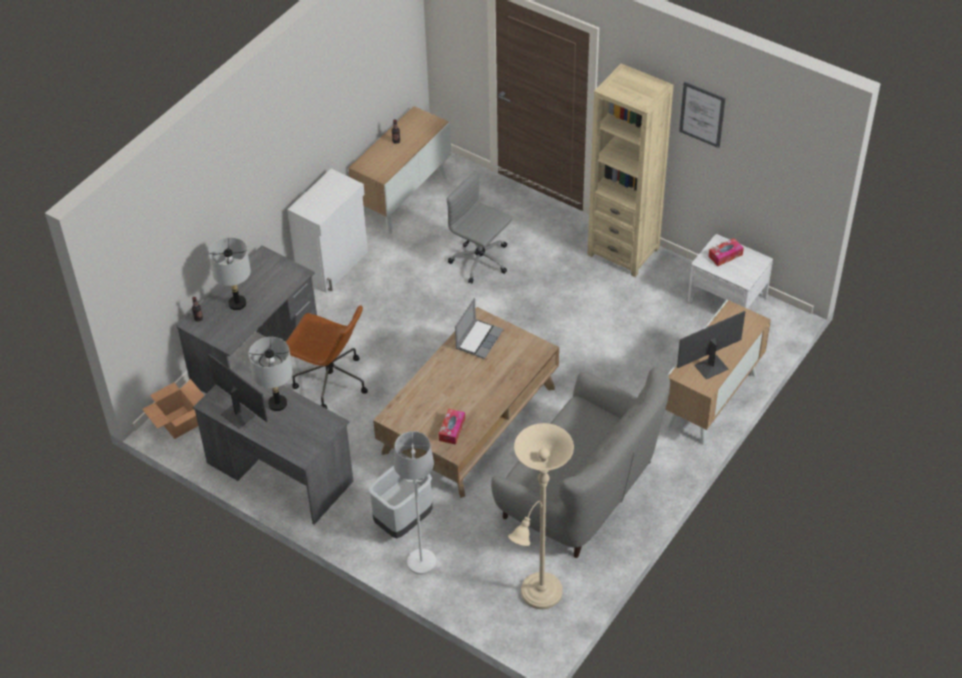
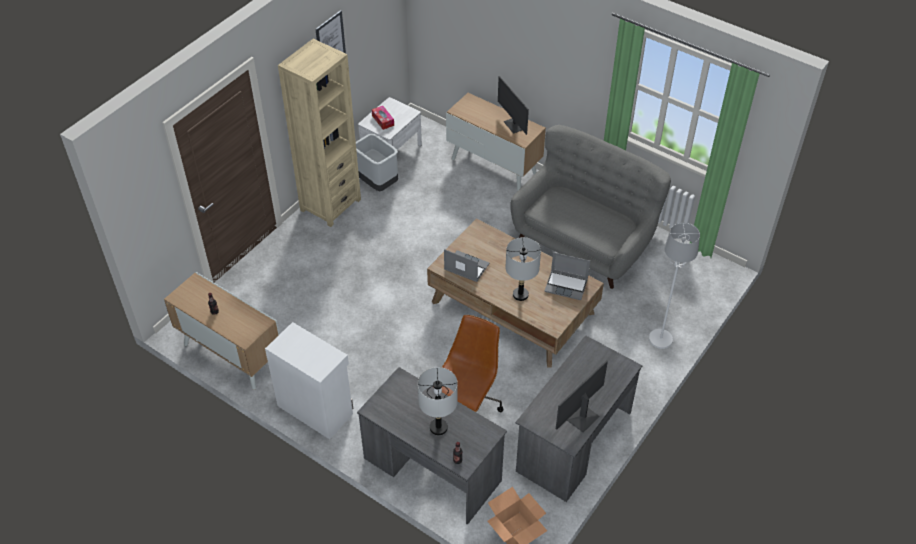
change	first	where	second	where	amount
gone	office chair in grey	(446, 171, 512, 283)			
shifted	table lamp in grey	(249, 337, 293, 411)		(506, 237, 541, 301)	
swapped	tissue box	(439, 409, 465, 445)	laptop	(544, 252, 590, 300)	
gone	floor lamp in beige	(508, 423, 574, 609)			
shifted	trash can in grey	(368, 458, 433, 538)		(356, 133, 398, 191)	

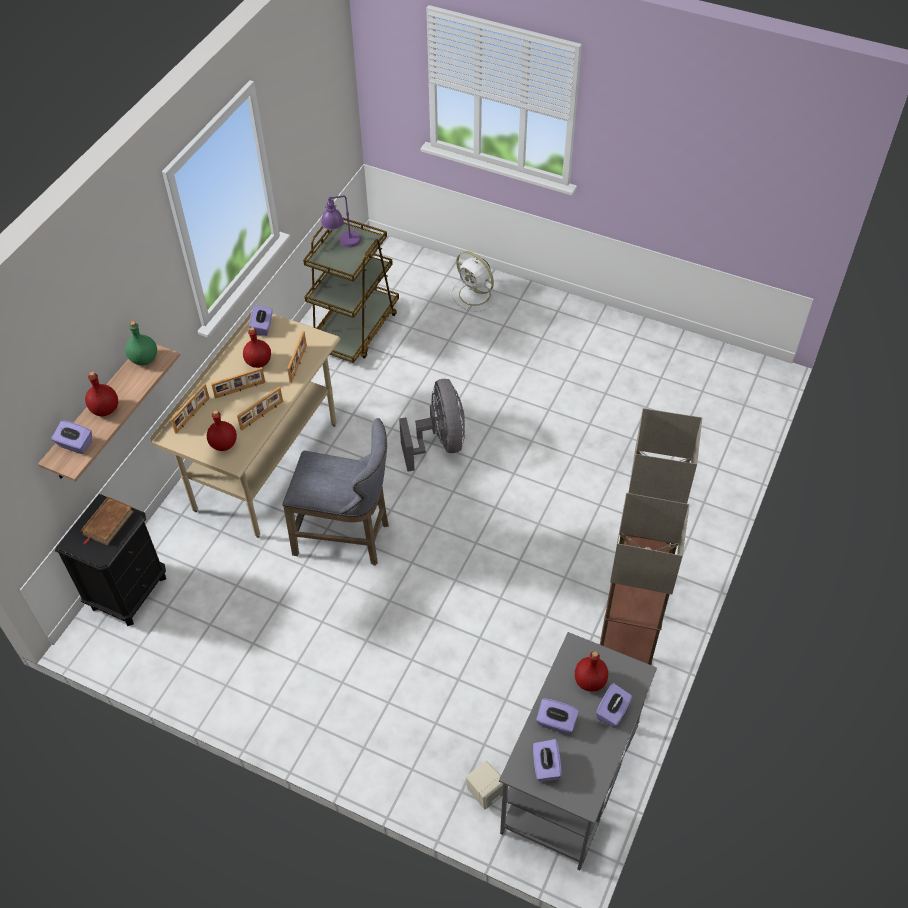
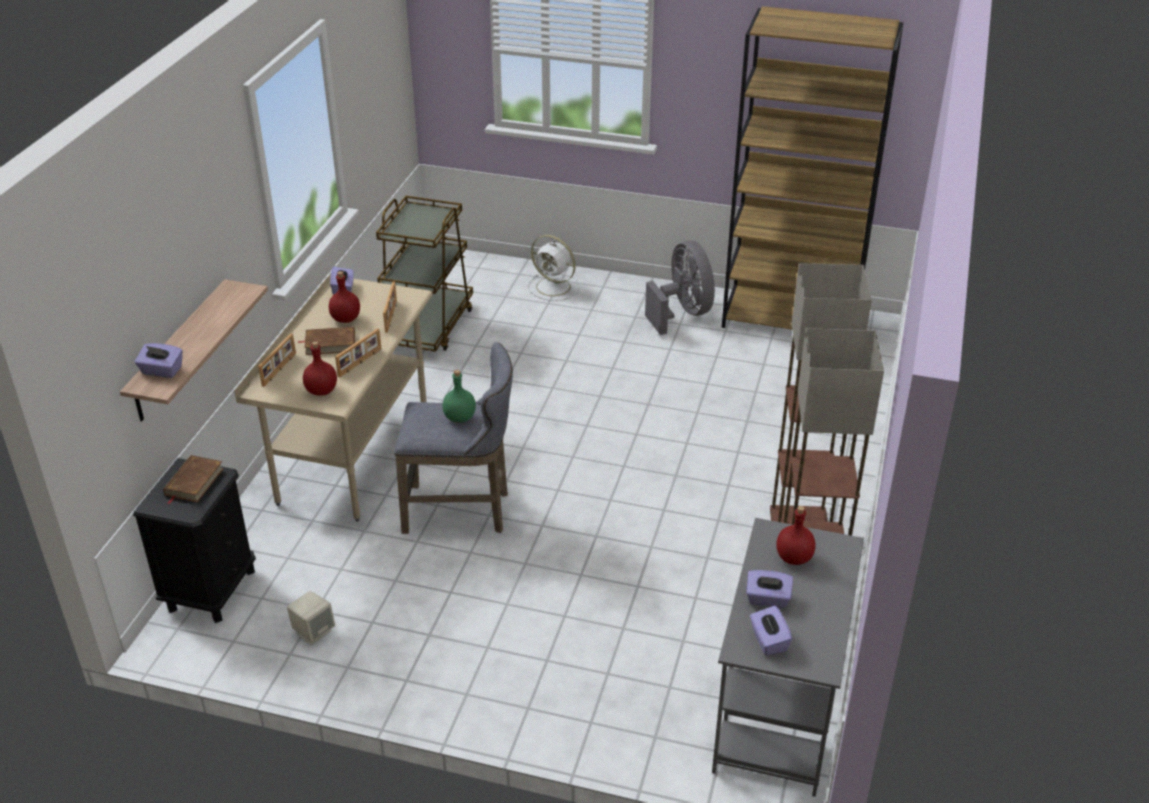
change	first	where	second	where	amount
gone	table lamp in purple	(321, 195, 361, 248)			
shifted	bottle in green	(125, 321, 157, 365)		(443, 370, 476, 423)	
swapped	picture frame	(211, 367, 265, 399)	book in brown	(297, 327, 355, 355)	
gone	bottle in red	(85, 371, 118, 416)			
shifted	fan in grey	(399, 379, 465, 472)		(645, 241, 715, 335)	
gone	tissue box in purple	(596, 683, 632, 727)			
shifted	speaker in beige	(466, 761, 503, 809)		(287, 591, 335, 645)	
new			bookcase in brown	(722, 6, 903, 330)	

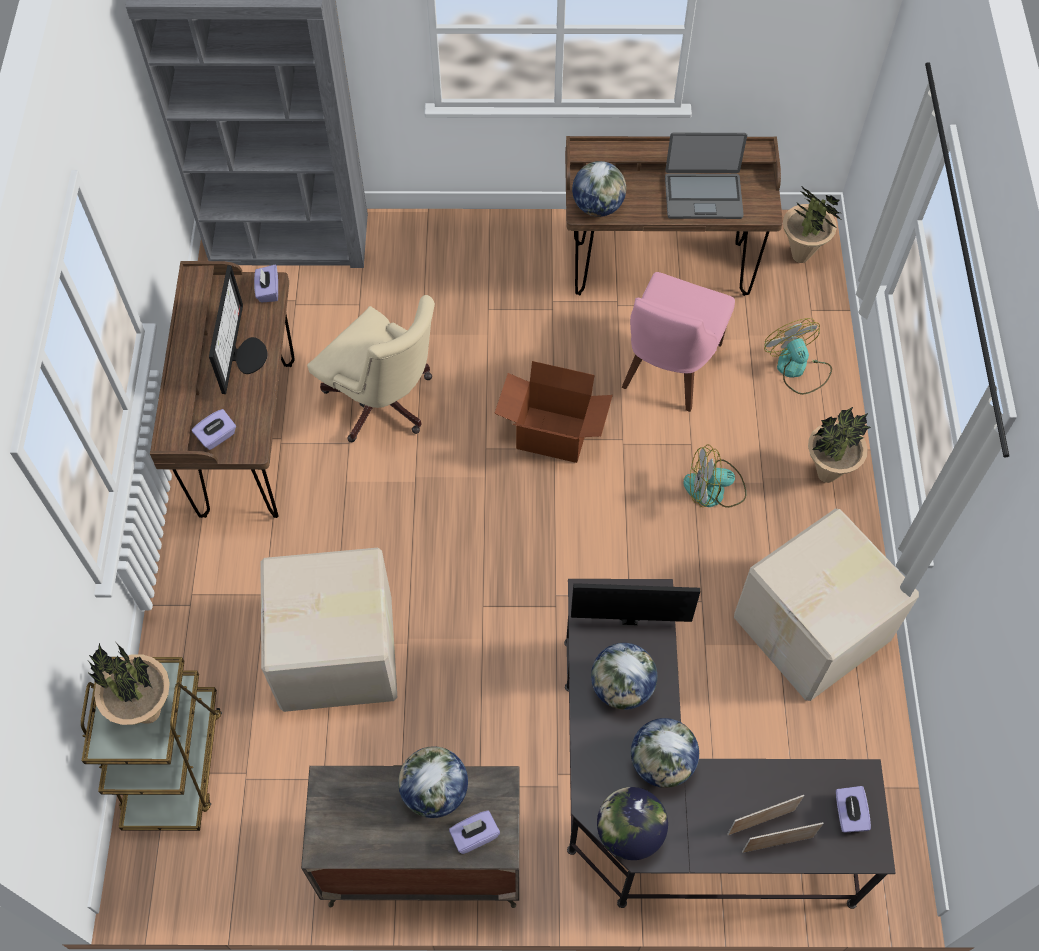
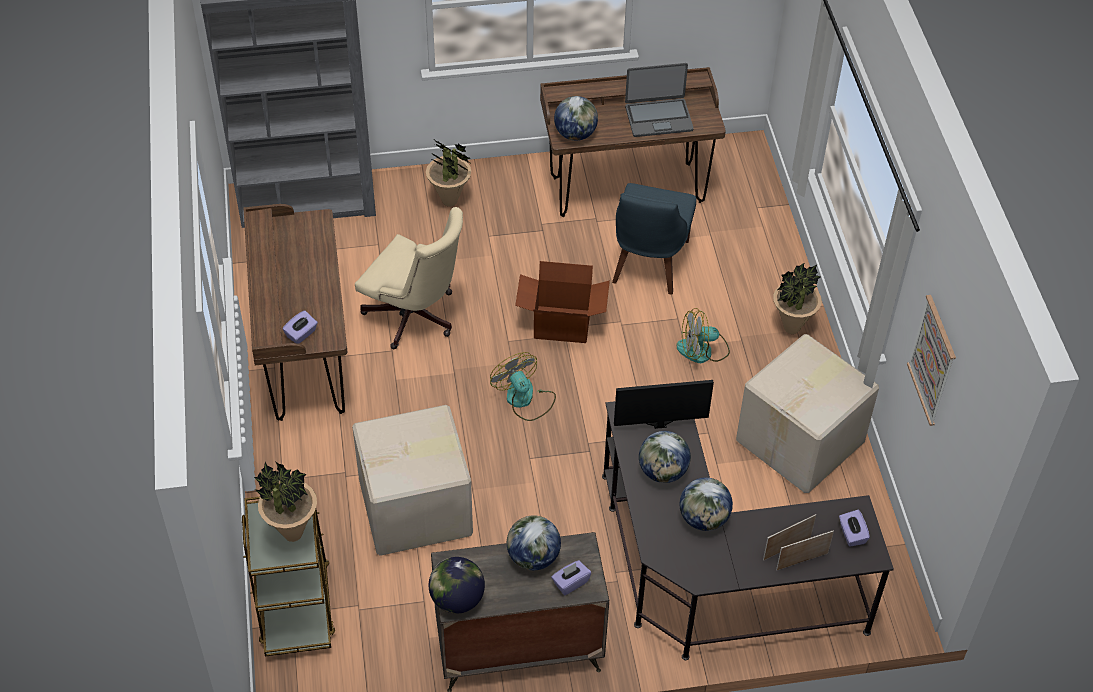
change	first	where	second	where	amount
shifted	potted plant	(783, 187, 843, 263)		(426, 140, 472, 207)	
gone	monitor	(209, 265, 267, 394)			
gone	tissue box in purple	(254, 265, 278, 303)			
repainted	chair in pink	(622, 272, 735, 412)	chair in blue	(612, 183, 696, 295)	
shifted	fan	(764, 318, 832, 395)		(490, 352, 556, 421)	
shifted	globe	(597, 787, 668, 860)		(429, 557, 485, 614)	
new			picture	(907, 295, 956, 426)	

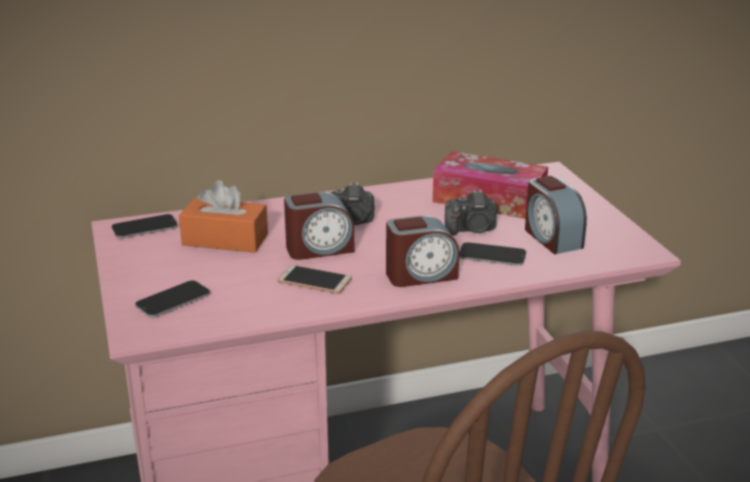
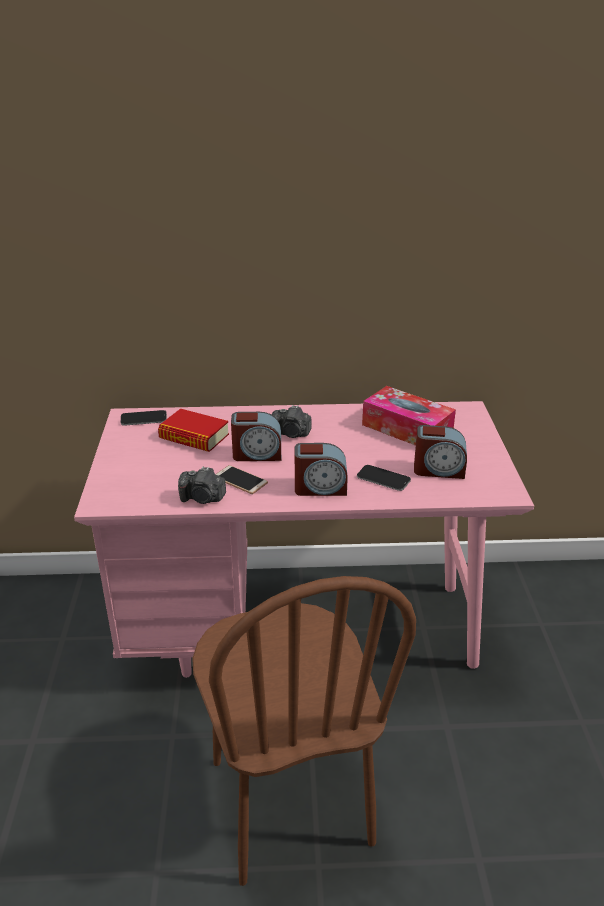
change	first	where	second	where	amount
rotated	alarm clock	(525, 176, 587, 254)		(414, 425, 467, 479)	75 degrees counterclockwise
swapped	tissue box in orange	(179, 180, 268, 253)	book	(158, 409, 229, 452)	
shifted	photo camera	(445, 190, 497, 235)		(178, 467, 226, 504)	
gone	phone	(135, 280, 210, 317)			

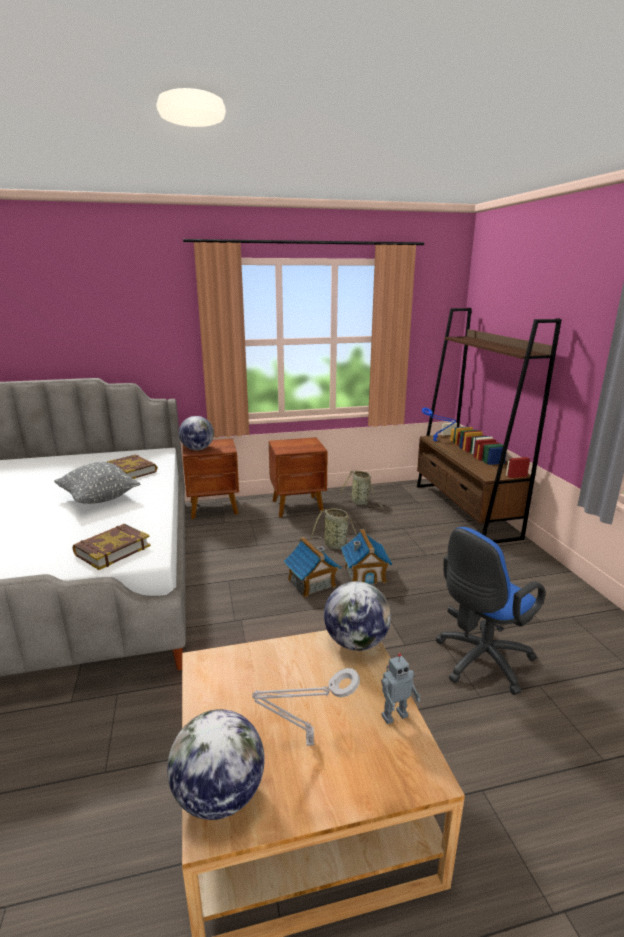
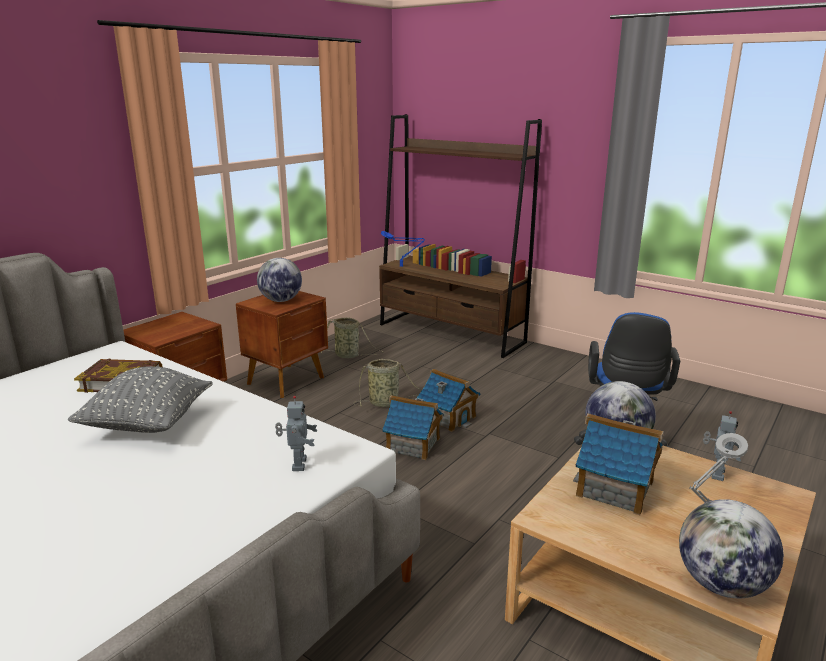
change	first	where	second	where	amount
shifted	globe	(179, 416, 214, 450)		(257, 258, 302, 302)	
swapped	book	(73, 524, 151, 570)	toy robot	(275, 396, 317, 471)	
new			toy house	(573, 413, 664, 515)	

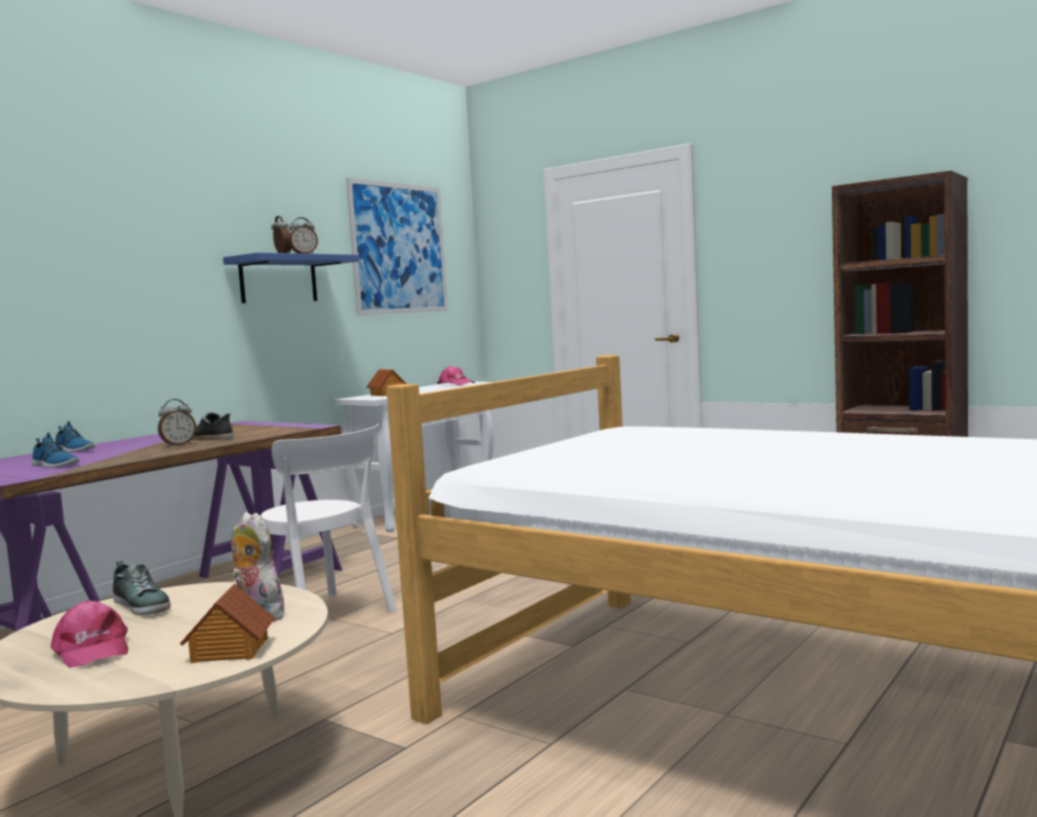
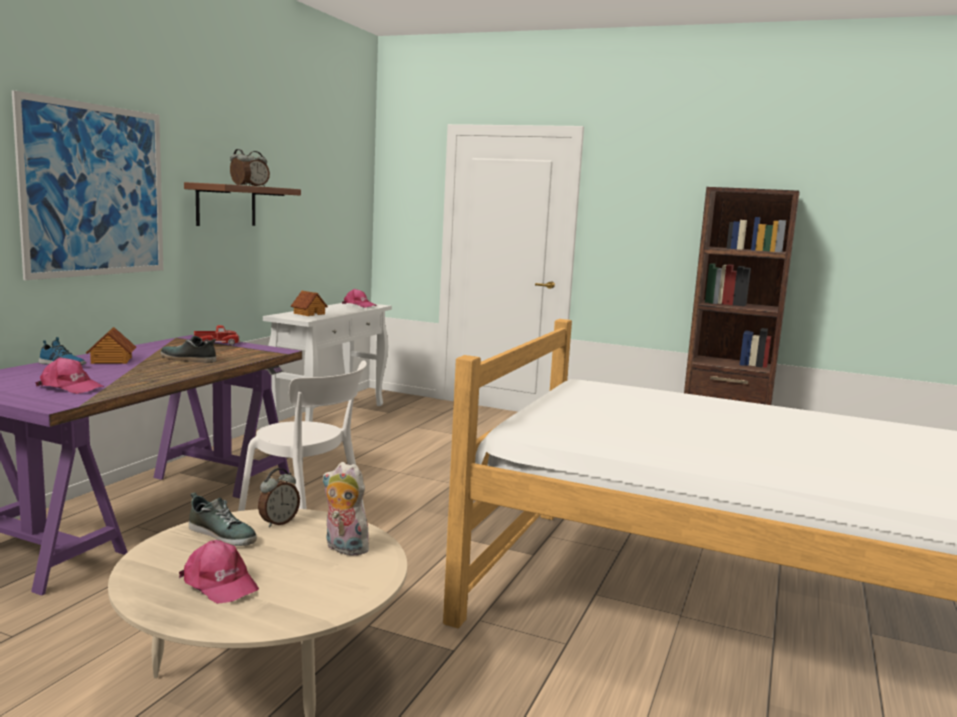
change	first	where	second	where	amount
shifted	picture	(346, 178, 448, 315)		(12, 90, 163, 280)	
repainted	shelf in blue	(223, 252, 359, 303)	shelf in brown	(184, 182, 301, 226)	
shifted	alarm clock	(158, 399, 196, 447)		(258, 468, 300, 527)	
swapped	shoe	(32, 432, 79, 468)	cap in pink	(35, 357, 104, 394)	
shifted	toy house	(180, 584, 275, 663)		(86, 327, 136, 364)	
new			toy truck	(194, 325, 240, 346)	

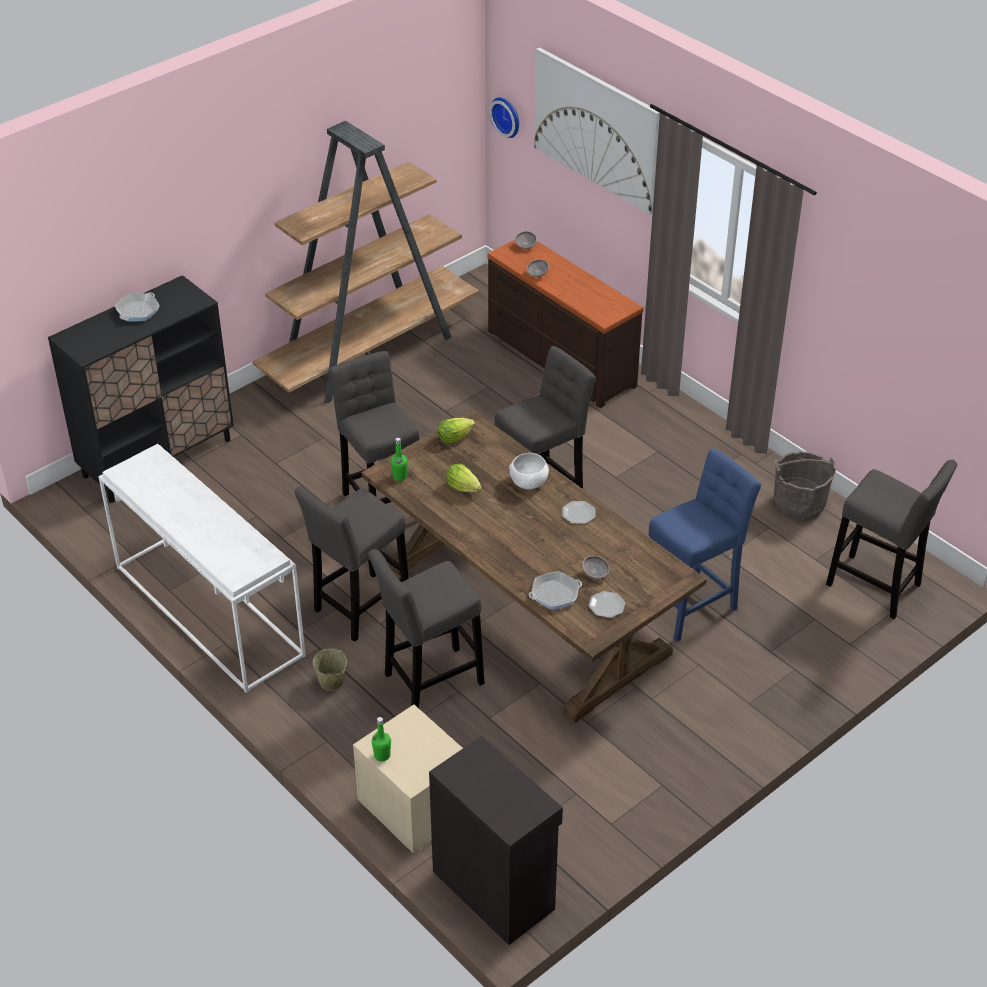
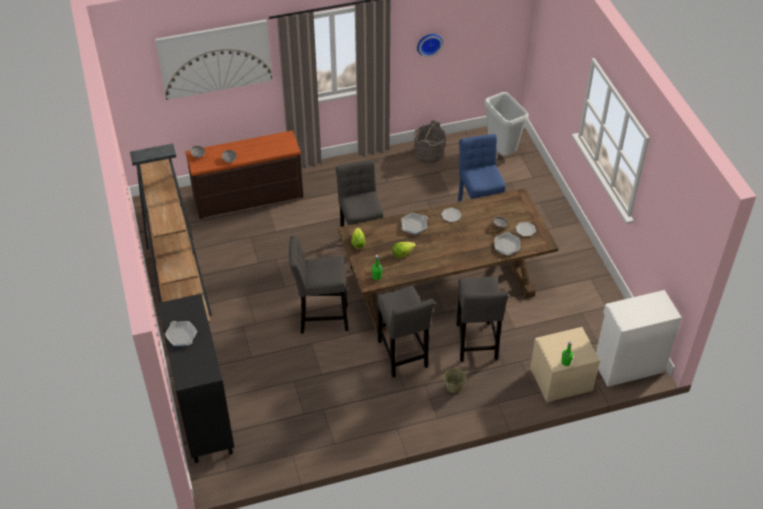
change	first	where	second	where	amount
shifted	wall clock	(489, 98, 519, 138)		(417, 34, 443, 57)	
gone	console table in white	(98, 444, 306, 693)			
swapped	bowl in white	(509, 453, 549, 489)	frying pan	(401, 213, 428, 234)	
swapped	stool in grey	(826, 459, 957, 619)	trash can in grey	(484, 92, 528, 156)	
repainted	cabinet in black	(429, 736, 563, 945)	cabinet in white	(596, 290, 682, 387)	

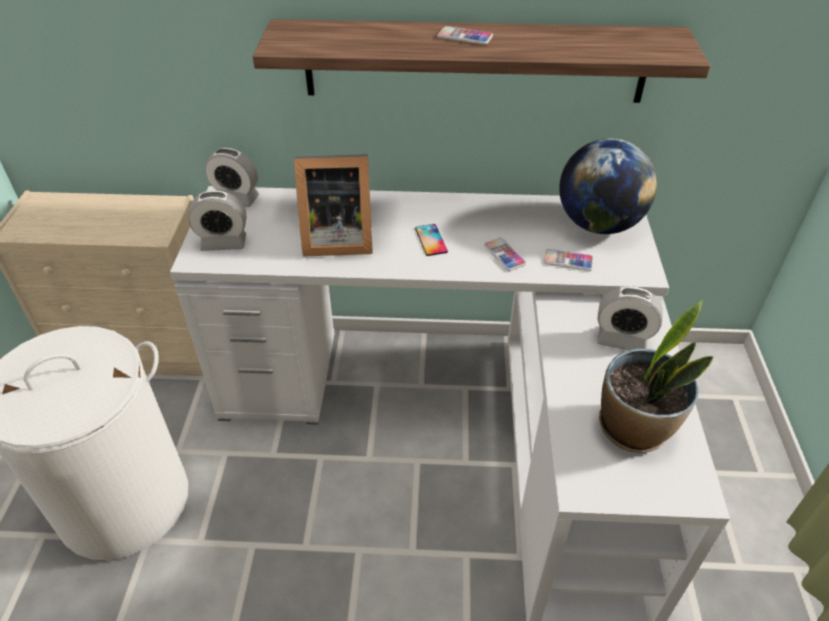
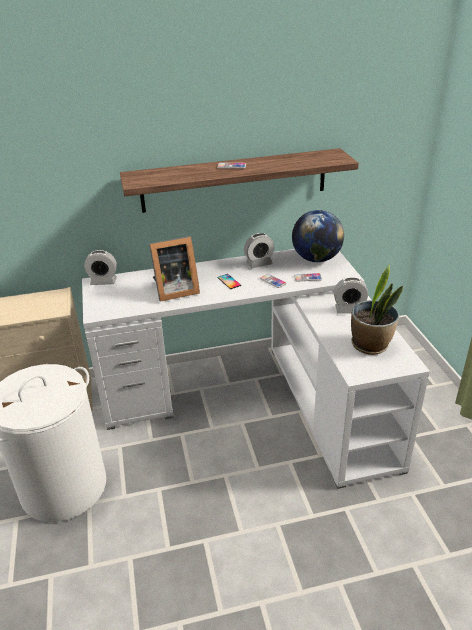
change	first	where	second	where	amount
shifted	alarm clock	(188, 190, 247, 251)		(244, 233, 274, 268)	

